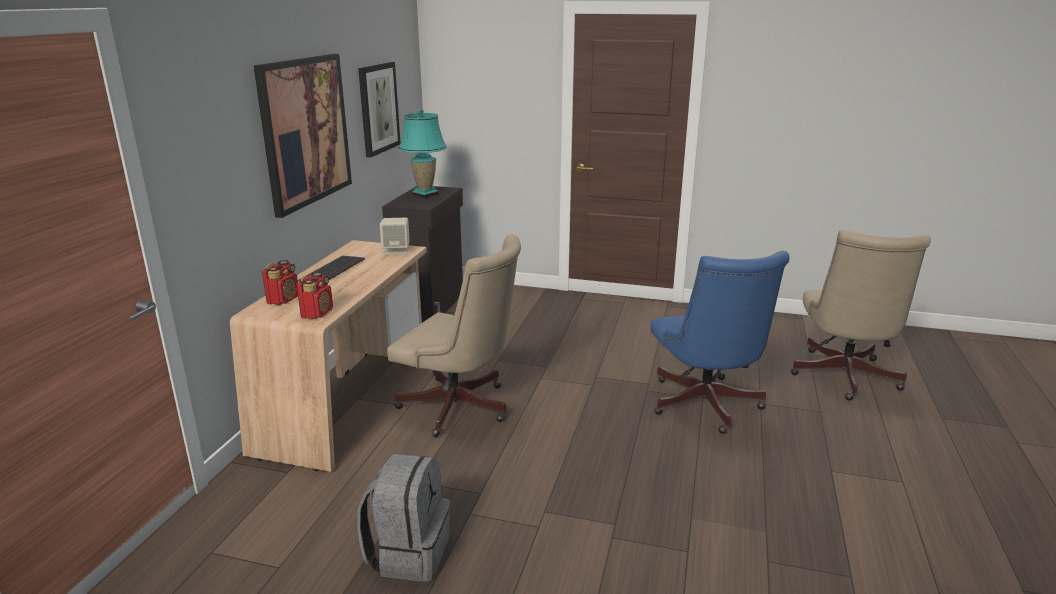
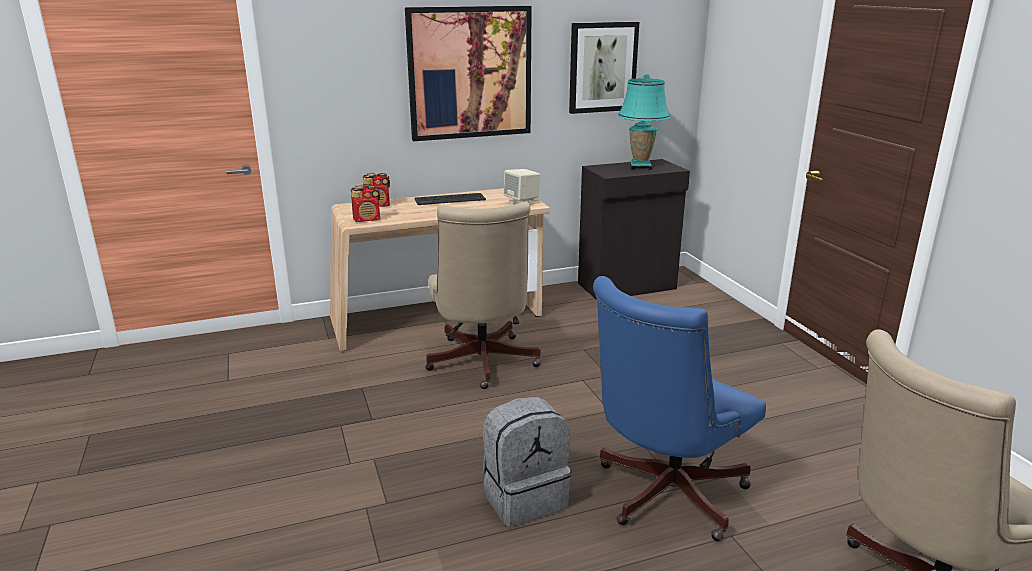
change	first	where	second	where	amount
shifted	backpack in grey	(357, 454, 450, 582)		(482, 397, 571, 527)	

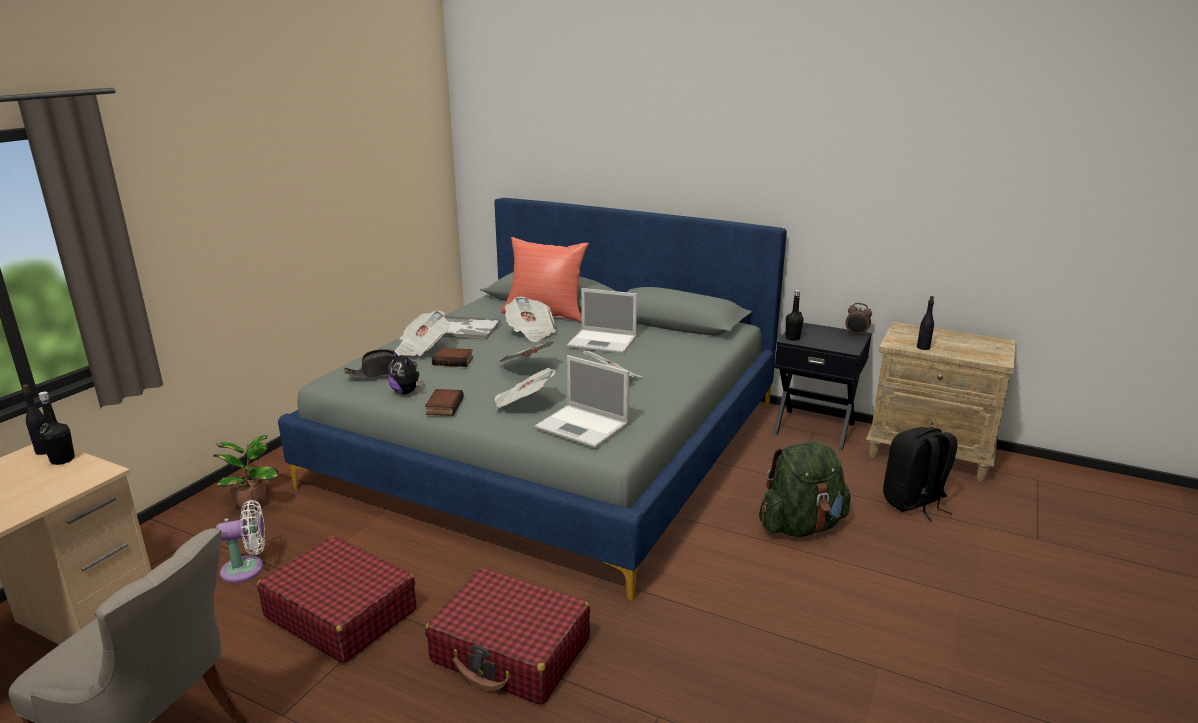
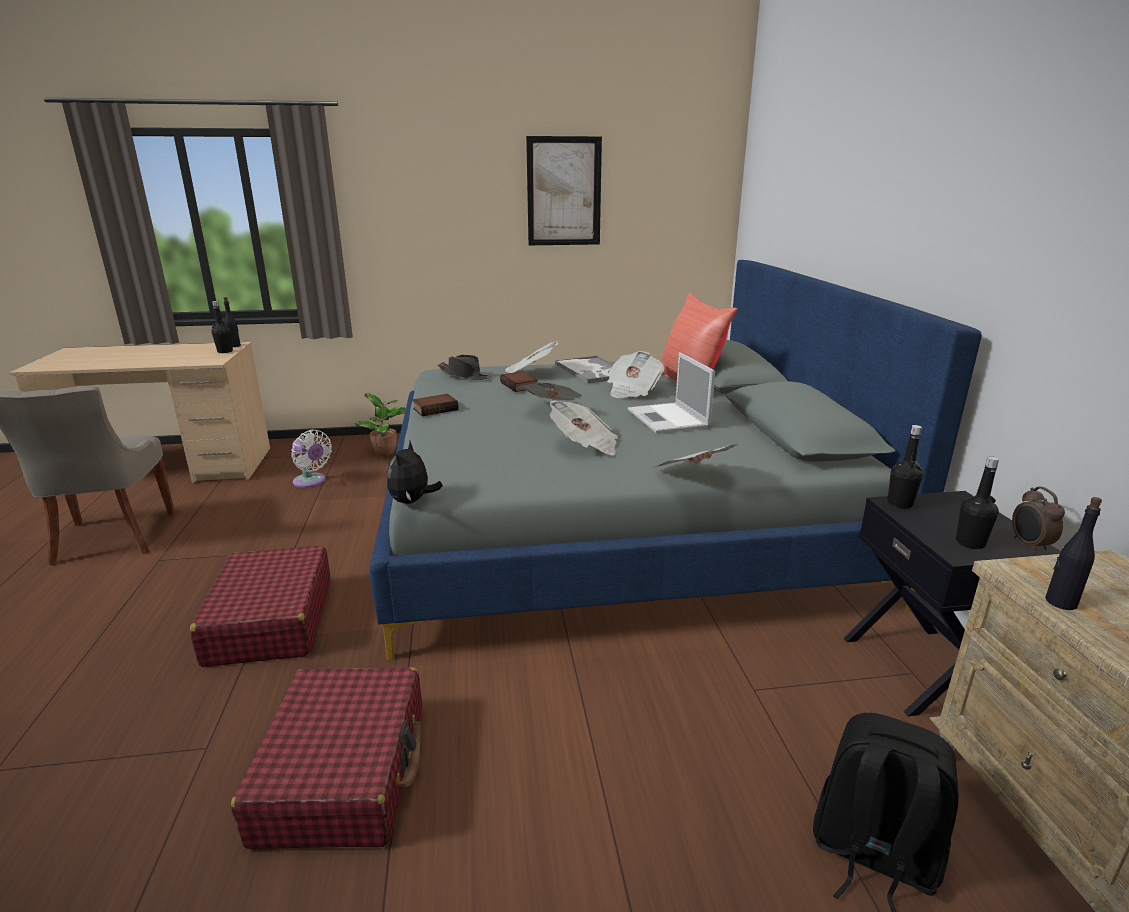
change	first	where	second	where	amount
shifted	plush toy	(388, 351, 423, 394)		(387, 441, 443, 504)	
gone	laptop	(535, 355, 629, 448)			
shifted	newspaper	(495, 368, 555, 409)		(656, 444, 738, 467)	
gone	backpack in green	(759, 442, 851, 537)			
shifted	suitcase in red	(257, 536, 416, 663)		(231, 667, 422, 849)	
new			picture	(526, 136, 602, 245)	
new			bottle in black	(956, 456, 999, 549)	

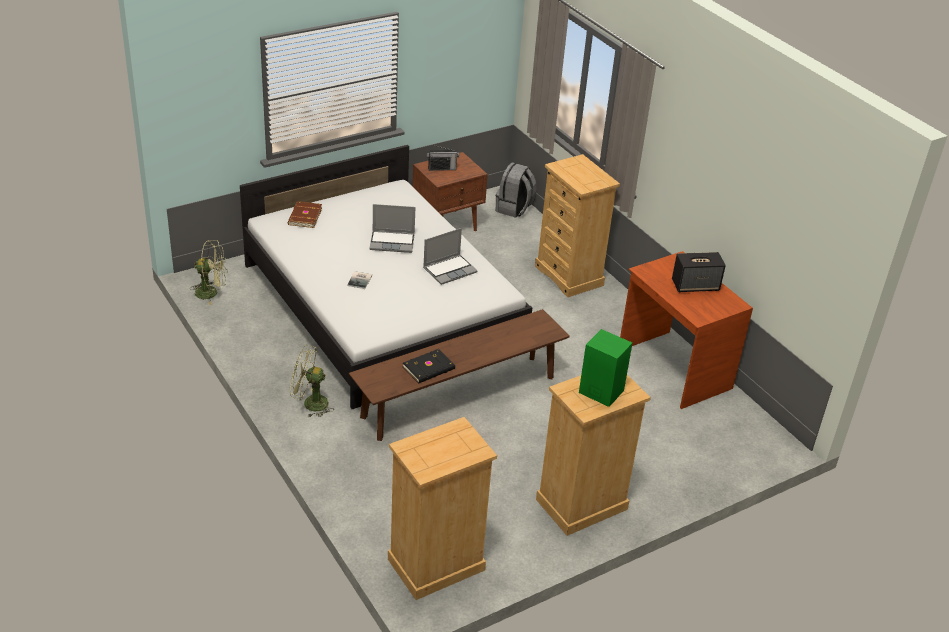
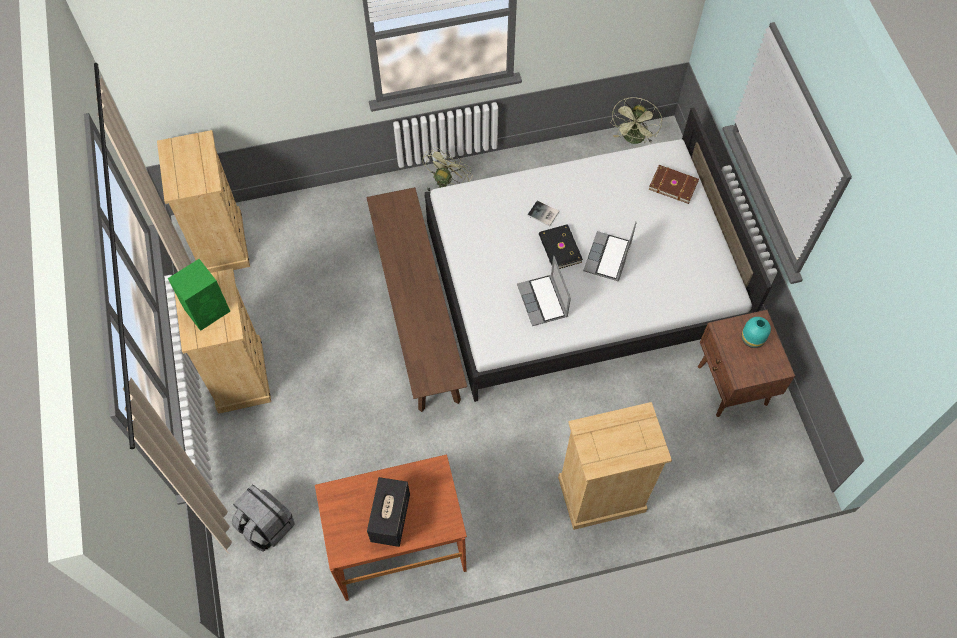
change	first	where	second	where	amount
swapped	radio	(427, 145, 459, 171)	vase in turquoise	(741, 317, 771, 348)	
shifted	backpack in grey	(496, 162, 537, 218)		(232, 484, 295, 551)	
shifted	book in black	(403, 349, 455, 383)		(539, 224, 583, 269)	

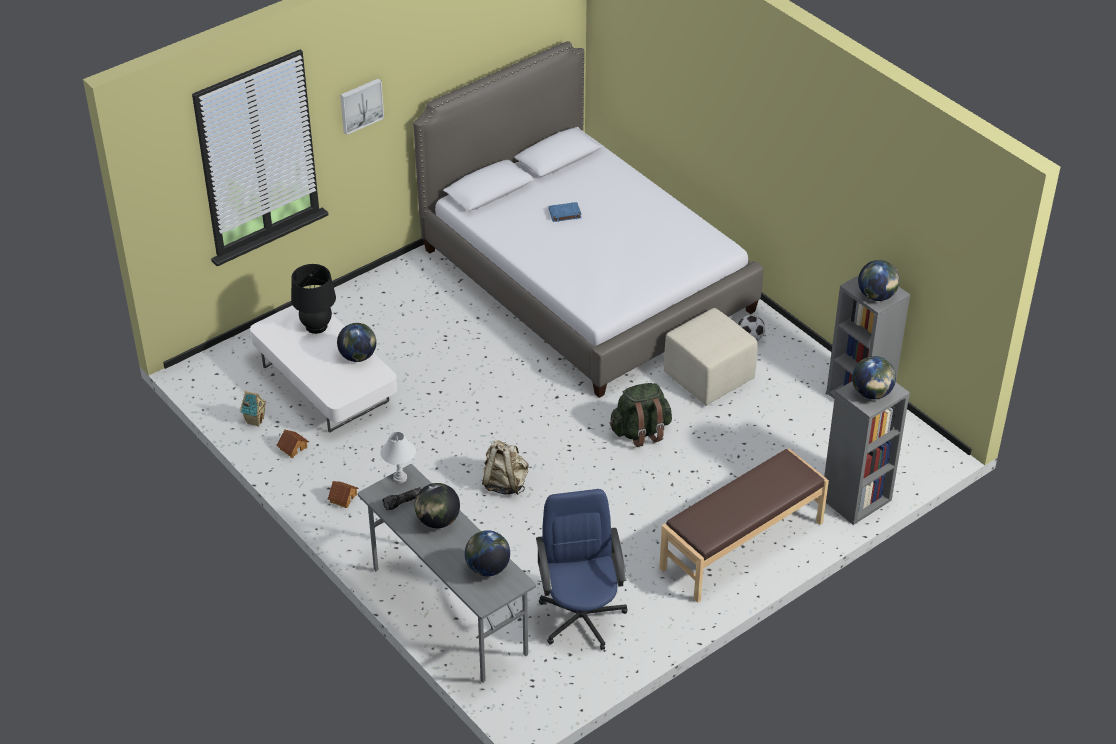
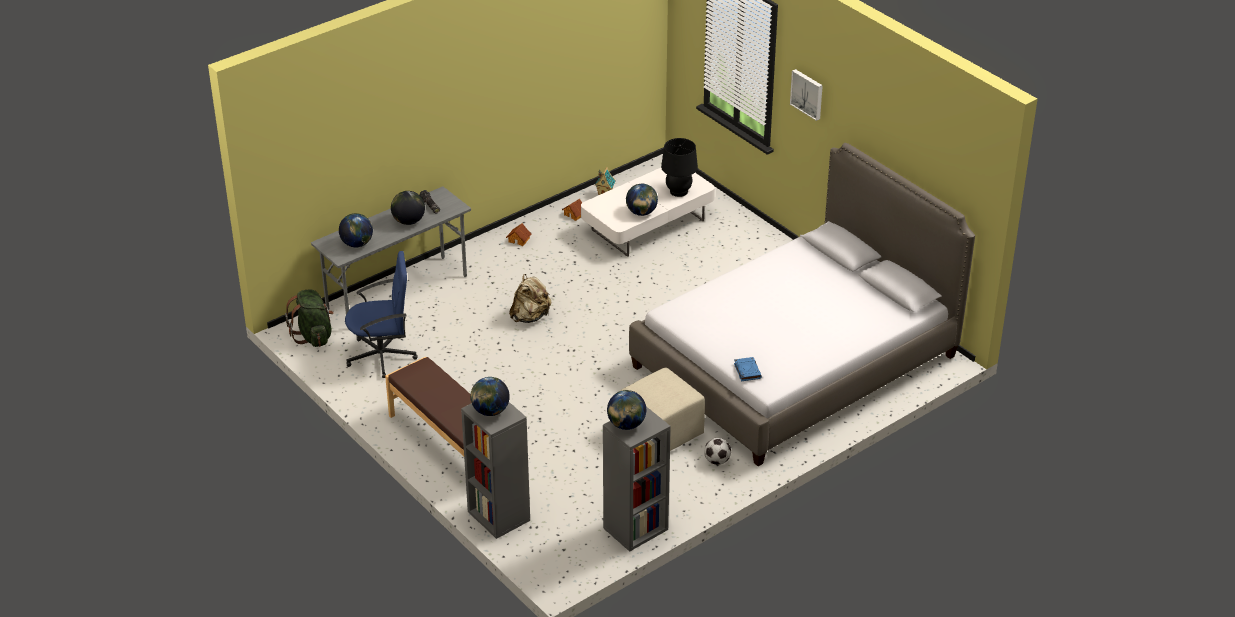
change	first	where	second	where	amount
shifted	book in blue	(548, 202, 582, 222)		(734, 357, 762, 381)	
shifted	backpack in green	(610, 383, 672, 447)		(285, 290, 334, 347)	
gone	table lamp in white	(380, 432, 416, 483)			

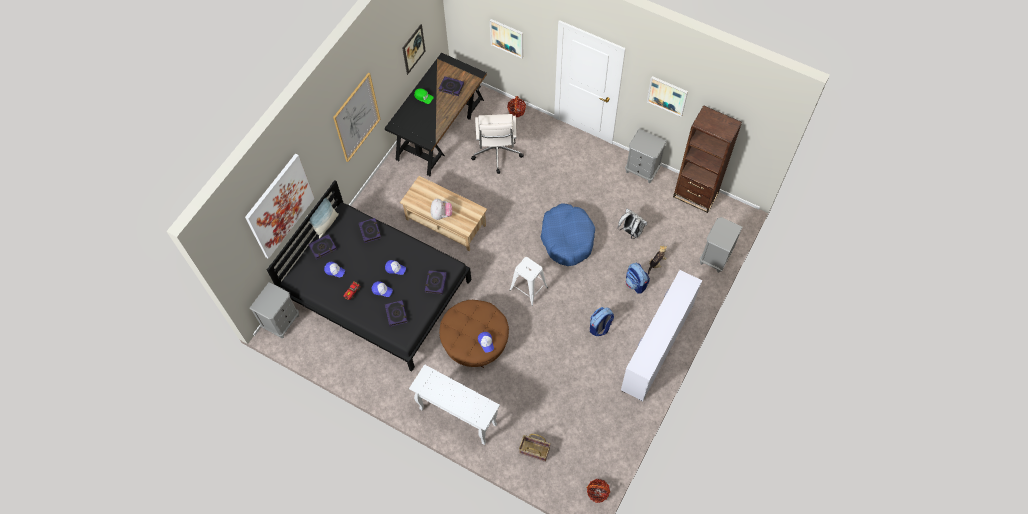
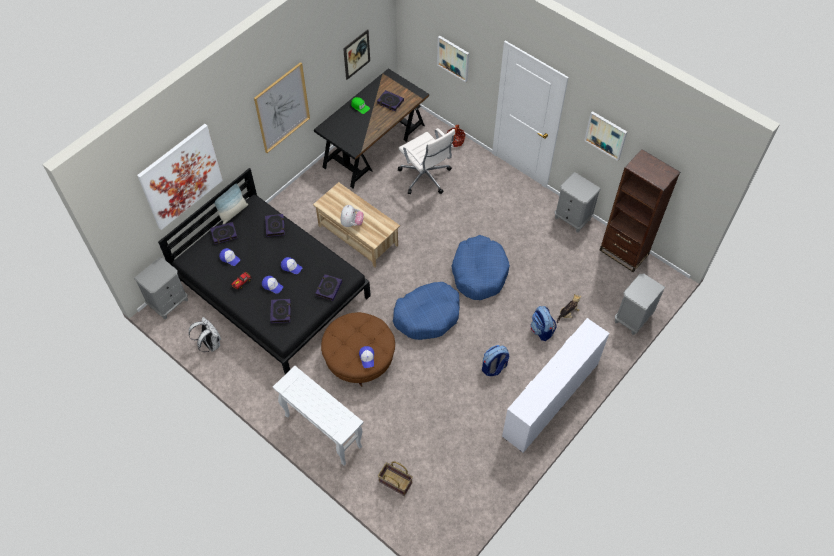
change	first	where	second	where	amount
rotated	office chair in white	(471, 114, 524, 174)		(398, 128, 455, 194)	45 degrees counterclockwise
shifted	backpack in white	(618, 208, 647, 239)		(189, 317, 221, 352)	
swapped	stool in white	(510, 257, 548, 306)	dog bed in blue	(393, 282, 460, 340)	
gone	basket	(587, 479, 610, 503)			

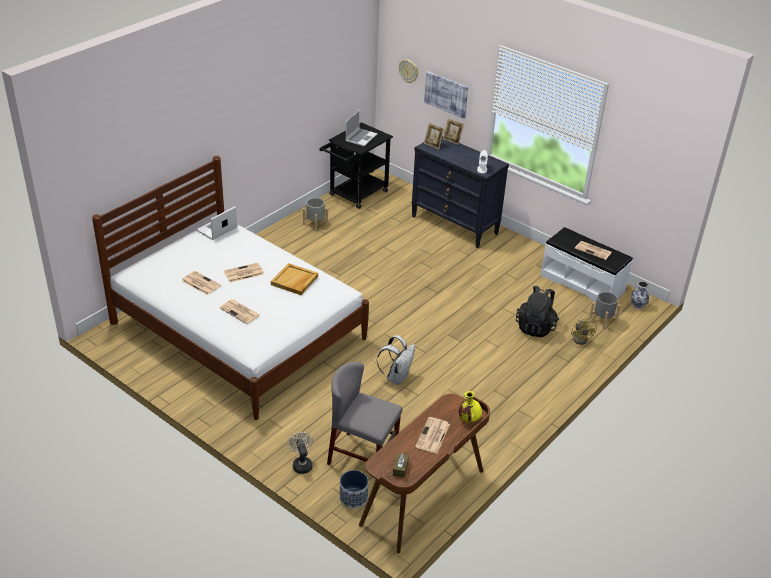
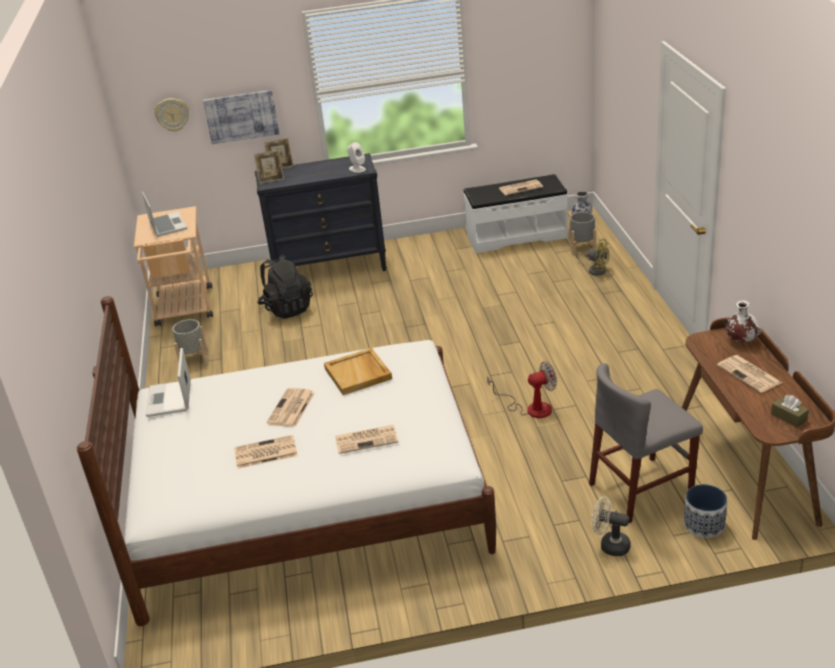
change	first	where	second	where	amount
repainted	cart in black	(319, 122, 393, 209)	cart in beige	(134, 206, 213, 326)	
shifted	backpack in black	(516, 286, 559, 337)		(257, 255, 313, 319)	
swapped	backpack in white	(377, 335, 415, 385)	fan	(487, 361, 557, 418)	
repainted	vase in yellow	(459, 391, 482, 422)	vase in white	(724, 300, 762, 342)	

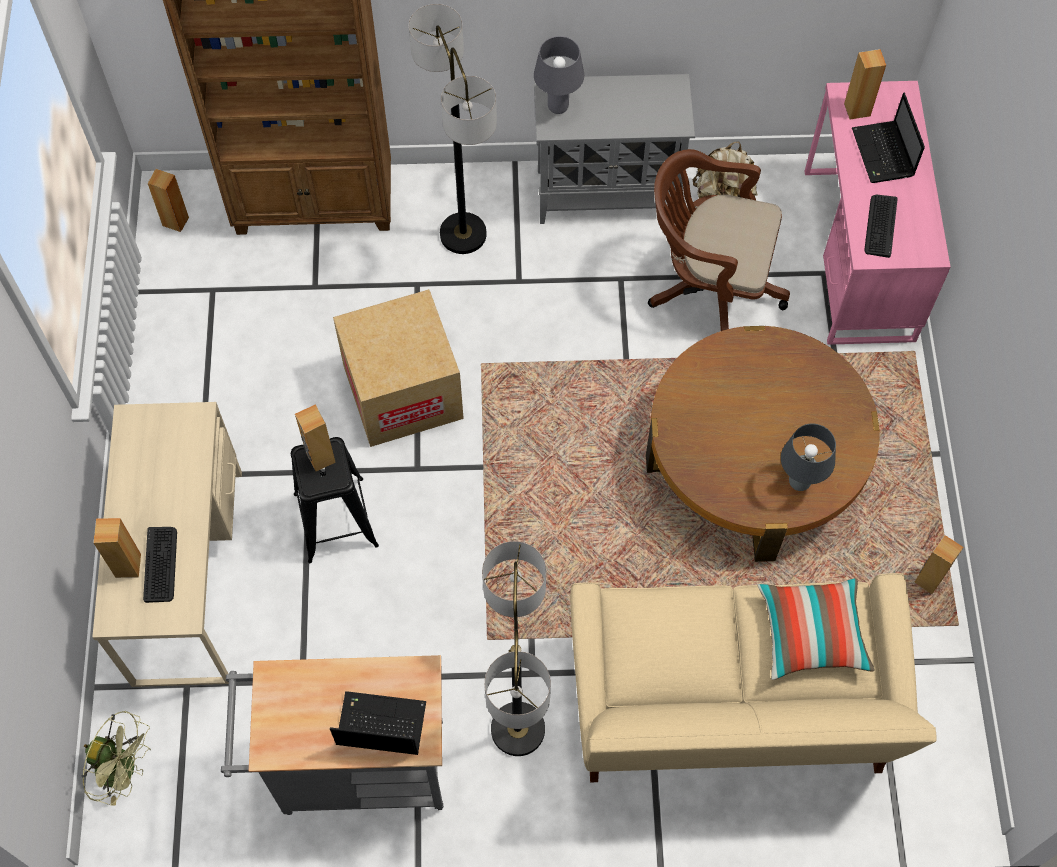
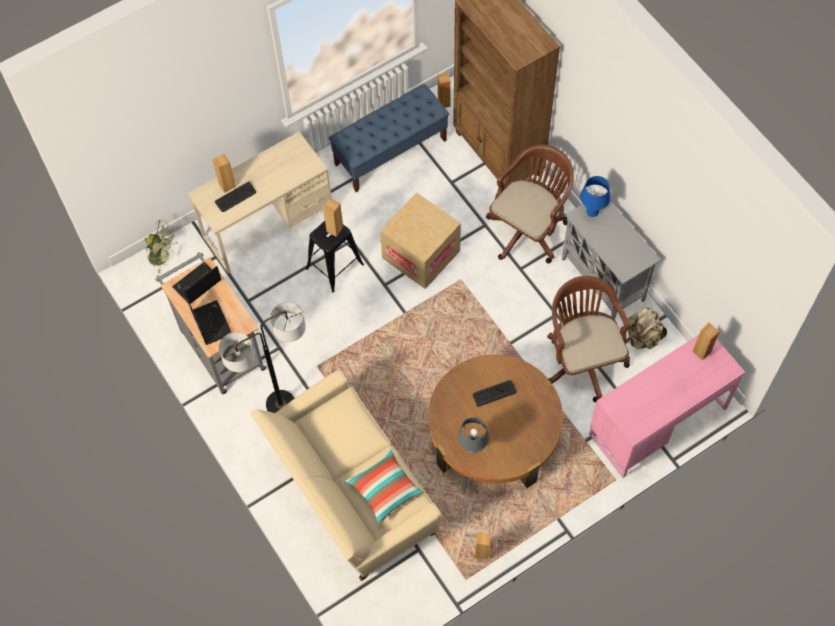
change	first	where	second	where	amount
swapped	floor lamp	(409, 4, 497, 254)	office chair in brown	(486, 144, 574, 263)	
repainted	table lamp in grey	(534, 36, 584, 114)	table lamp in blue	(580, 176, 611, 217)	
shifted	laptop	(852, 93, 925, 183)		(172, 262, 222, 304)	
shifted	keyboard	(864, 194, 898, 258)		(473, 380, 517, 407)	
rotated	fan in green	(82, 711, 151, 806)		(145, 220, 178, 274)	60 degrees counterclockwise
new			bench in blue	(329, 84, 449, 192)	

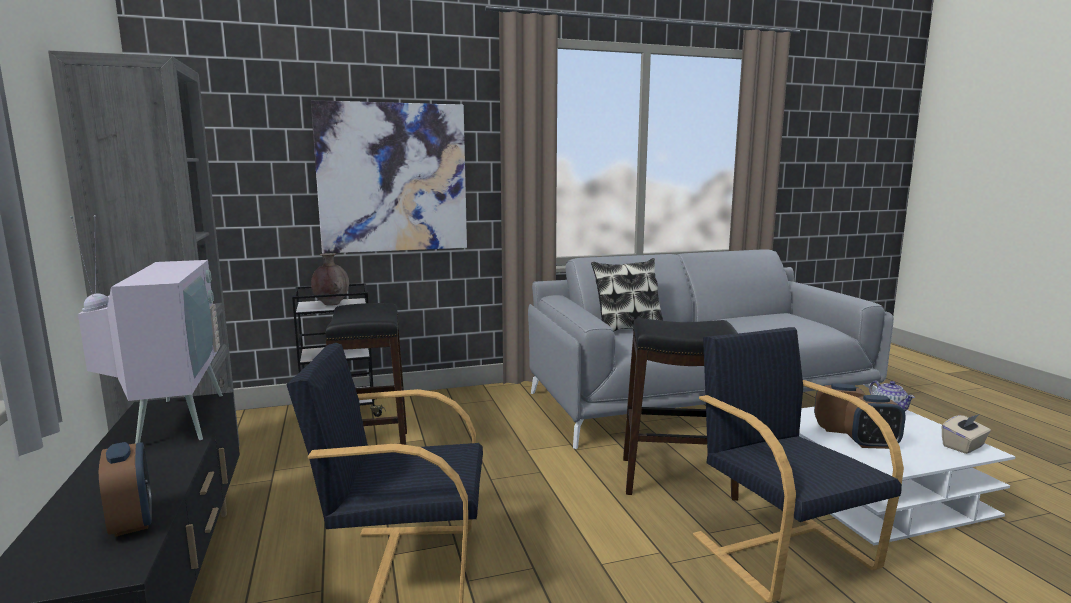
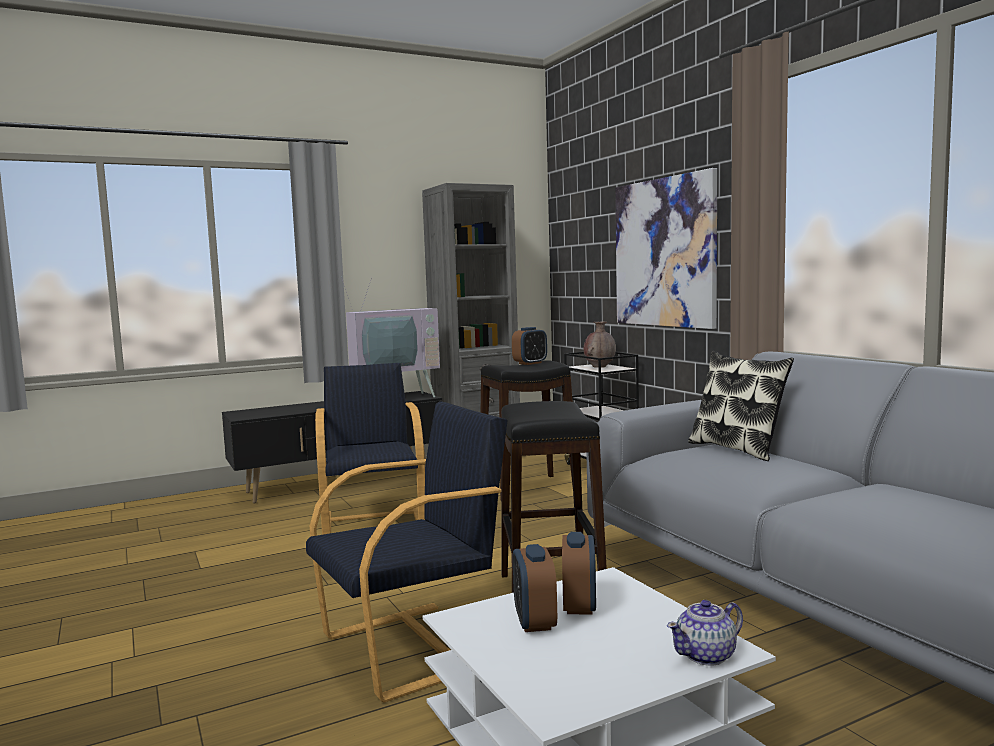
change	first	where	second	where	amount
gone	tissue box in beige	(942, 414, 991, 454)			
shifted	alarm clock	(99, 442, 152, 537)		(512, 327, 547, 365)	

